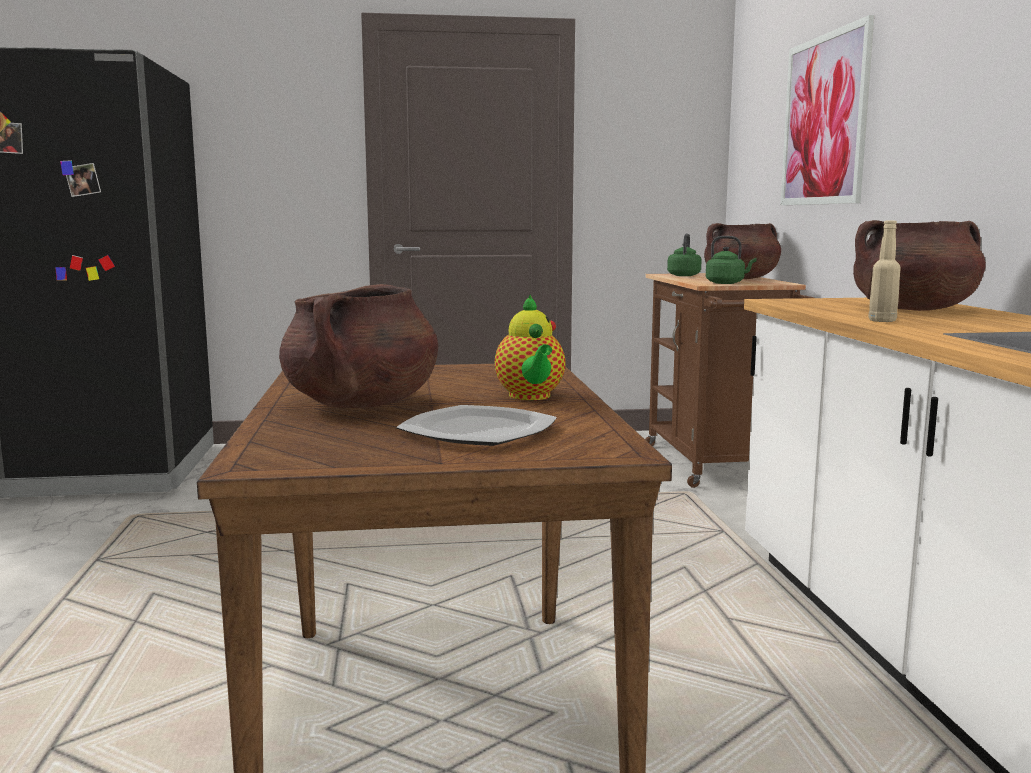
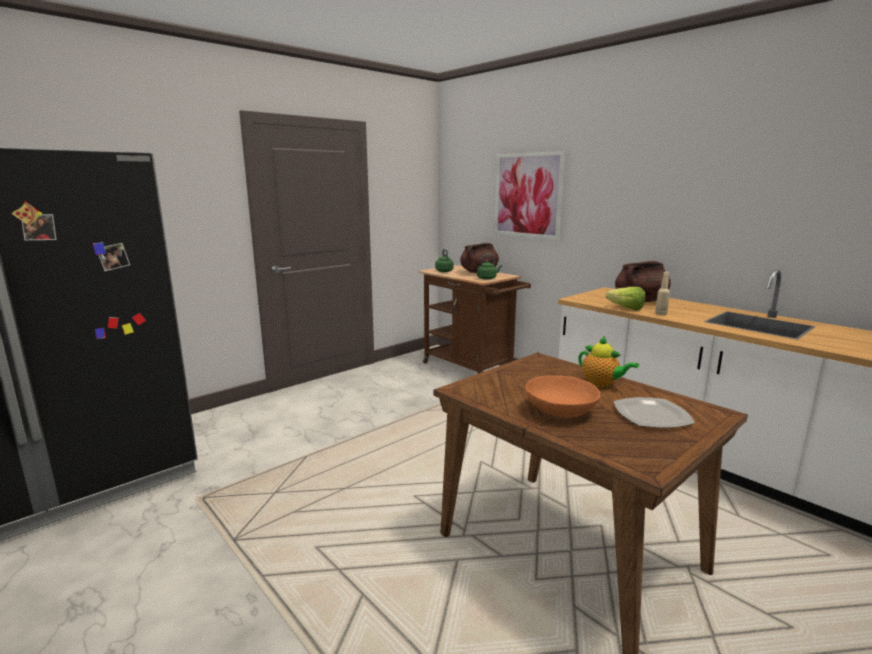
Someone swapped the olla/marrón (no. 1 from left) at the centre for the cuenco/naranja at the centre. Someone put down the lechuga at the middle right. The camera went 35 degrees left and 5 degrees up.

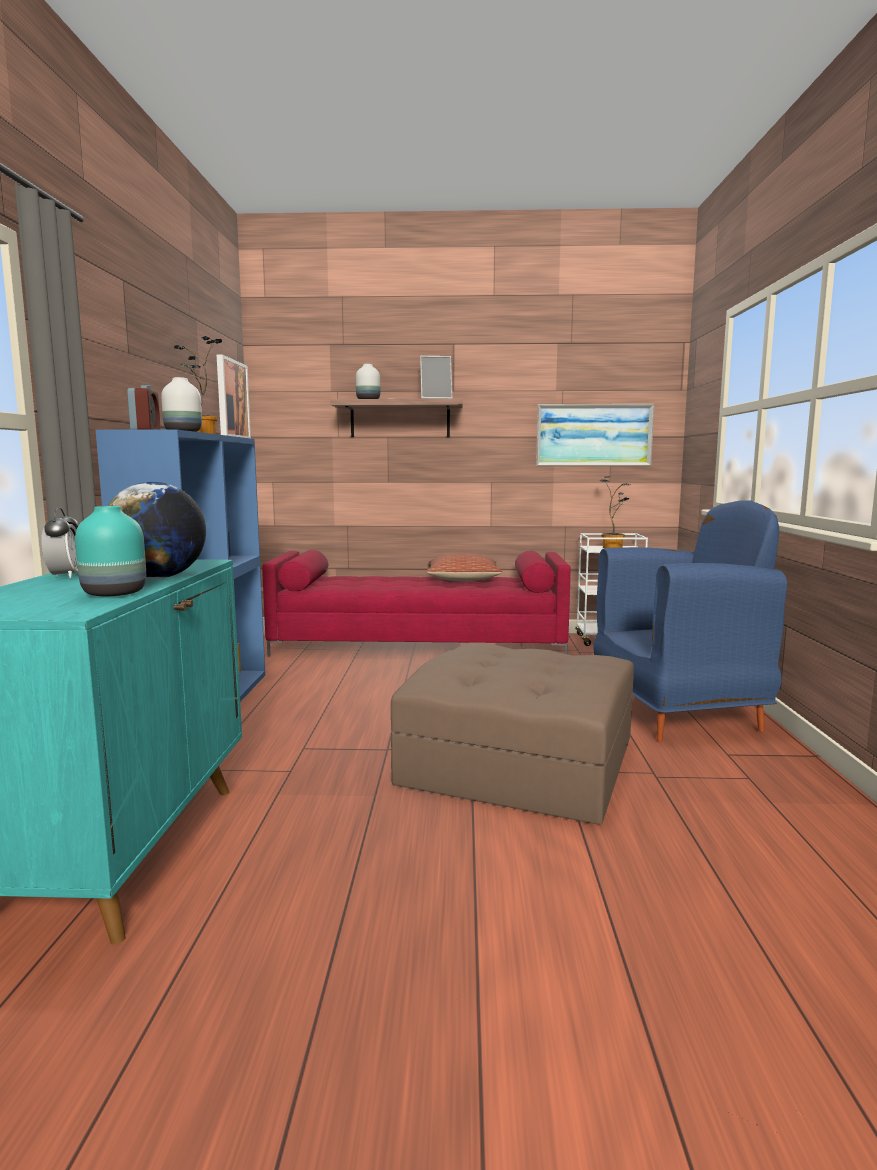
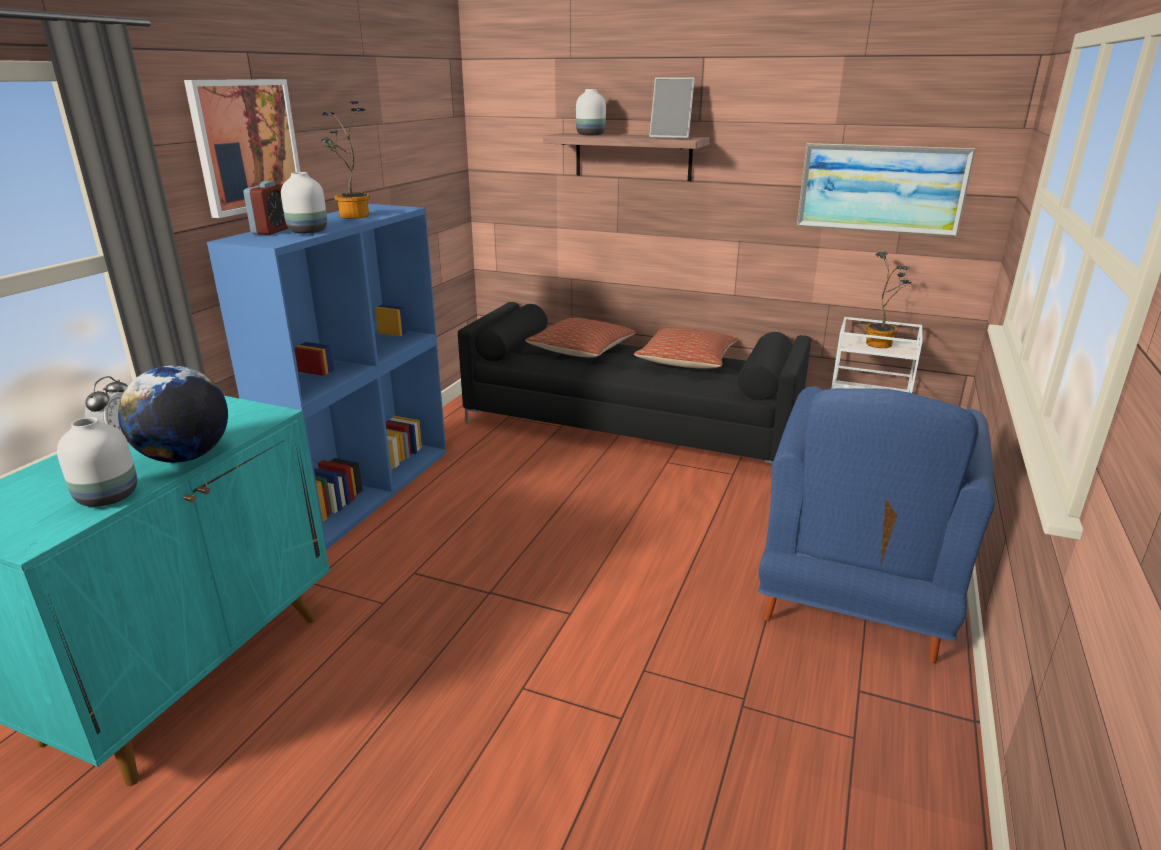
Someone repainted the florero/turquesa at the middle left, which became the florero/blanco (no. 1 from left) at the middle left. Someone carried the cuadro (no. 1 from left) from the middle left to the top left. Someone repainted the sofá/rojo at the centre, which became the sofá/negro at the centre. Someone took away the puf/marrón at the centre. Someone rotated the sillón/azul at the middle right by 105 degrees clockwise. Someone put down the cojín (no. 1 from left) at the centre. The camera went 20 degrees right and 15 degrees up.

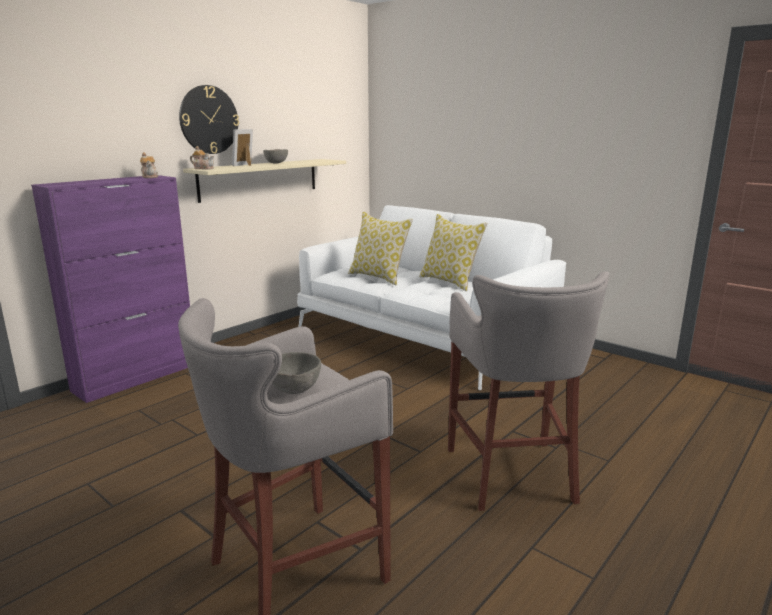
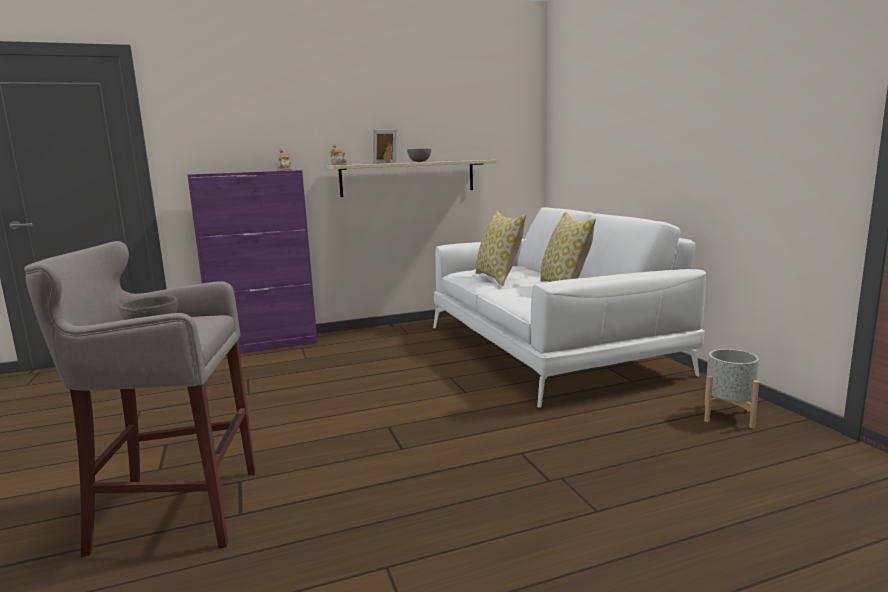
Someone took away the reloj de pared at the top left. Someone took away the taburete/gris (no. 2 from left) at the middle right. Someone put down the maceta/gris at the middle right. The camera went 30 degrees right and 5 degrees down.

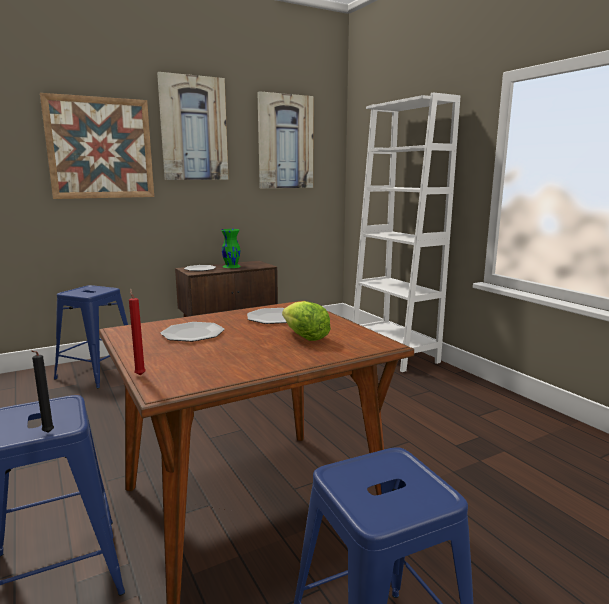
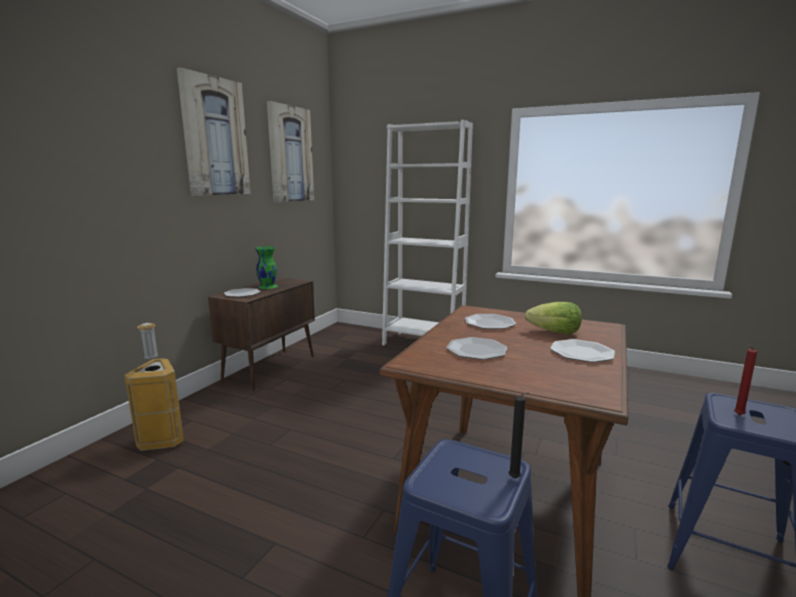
Someone took away the cuadro (no. 1 from left) at the top left. Someone swapped the taburete/azul (no. 2 from left) at the middle left for the papelera at the middle left. Someone carried the vela/rojo from the middle left to the middle right. Someone put down the plato (no. 4 from left) at the middle right. The camera went 35 degrees left and 0 degrees up.

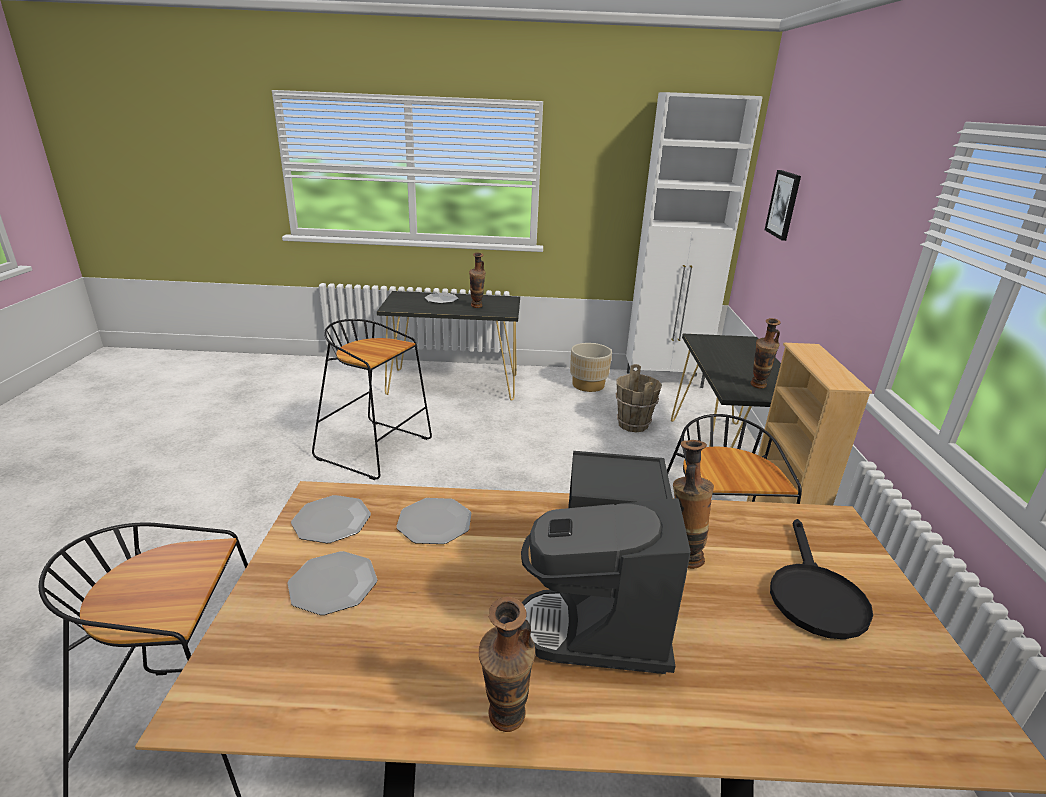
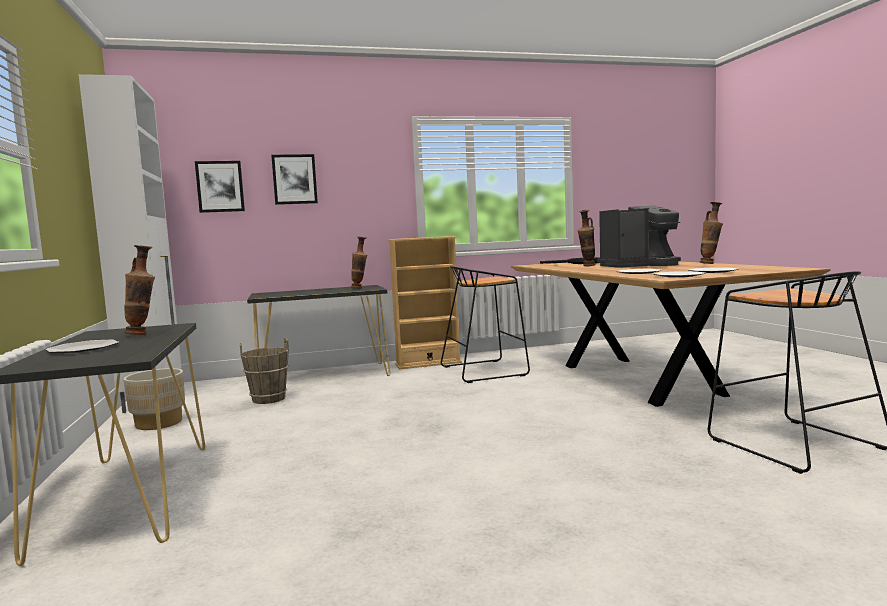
Someone took away the taburete/negro (no. 2 from left) at the centre. Someone put up the cuadro (no. 2 from left) at the top left. The camera went 105 degrees left and 20 degrees down.

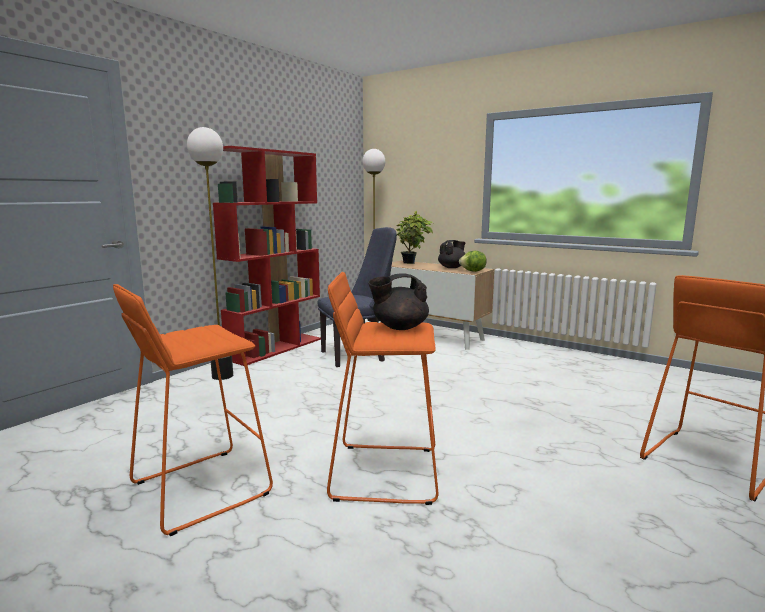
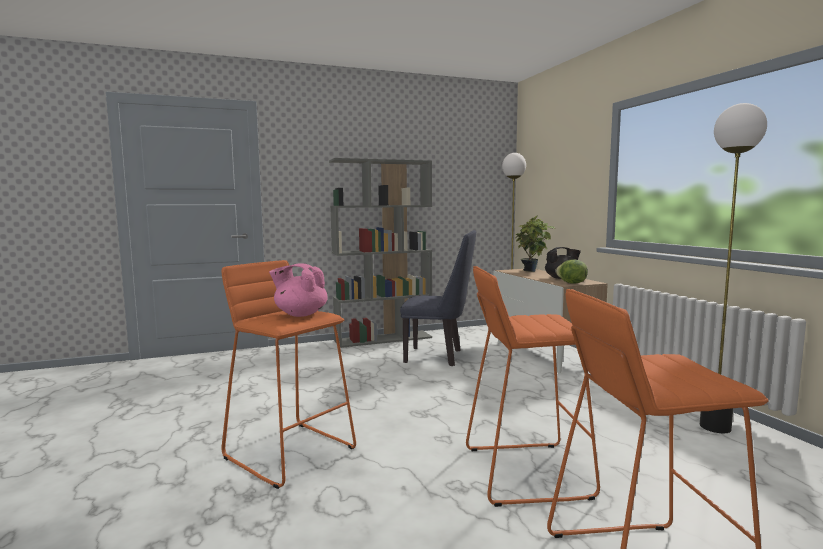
Someone carried the taburete/naranja (no. 1 from left in the first image) from the bottom left to the bottom centre. Someone carried the lámpara de pie (no. 1 from left in the first image) from the middle left to the middle right. Someone repainted the estantería/rojo at the centre, which became the estantería/gris at the centre. Someone repainted the tetera/negro (no. 1 from left) at the centre, which became the tetera/rosa at the centre. The camera went 35 degrees right and 5 degrees down.

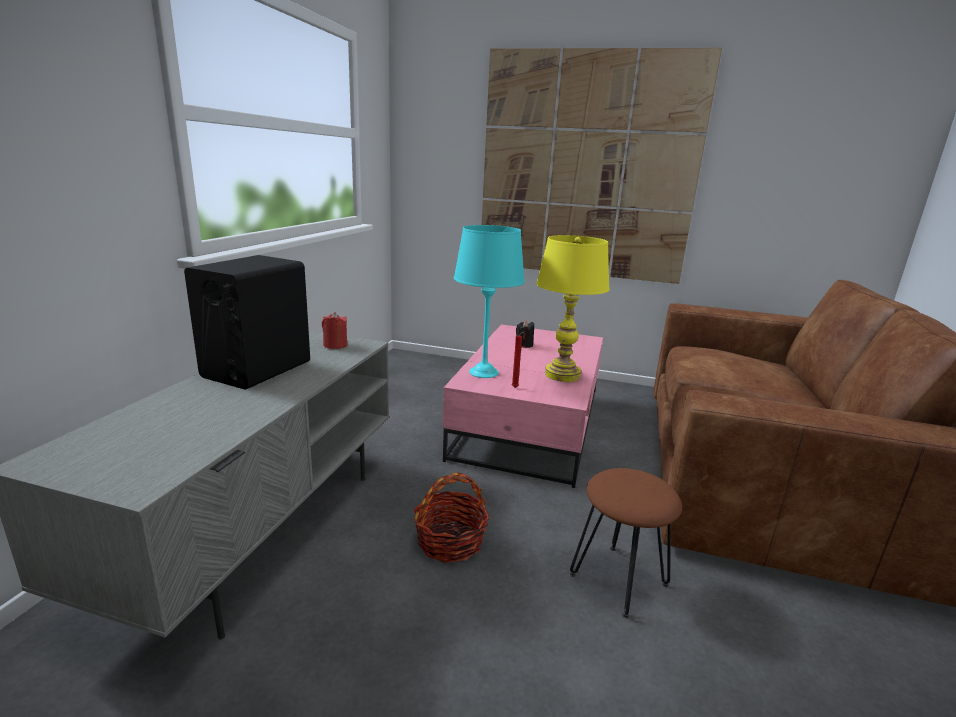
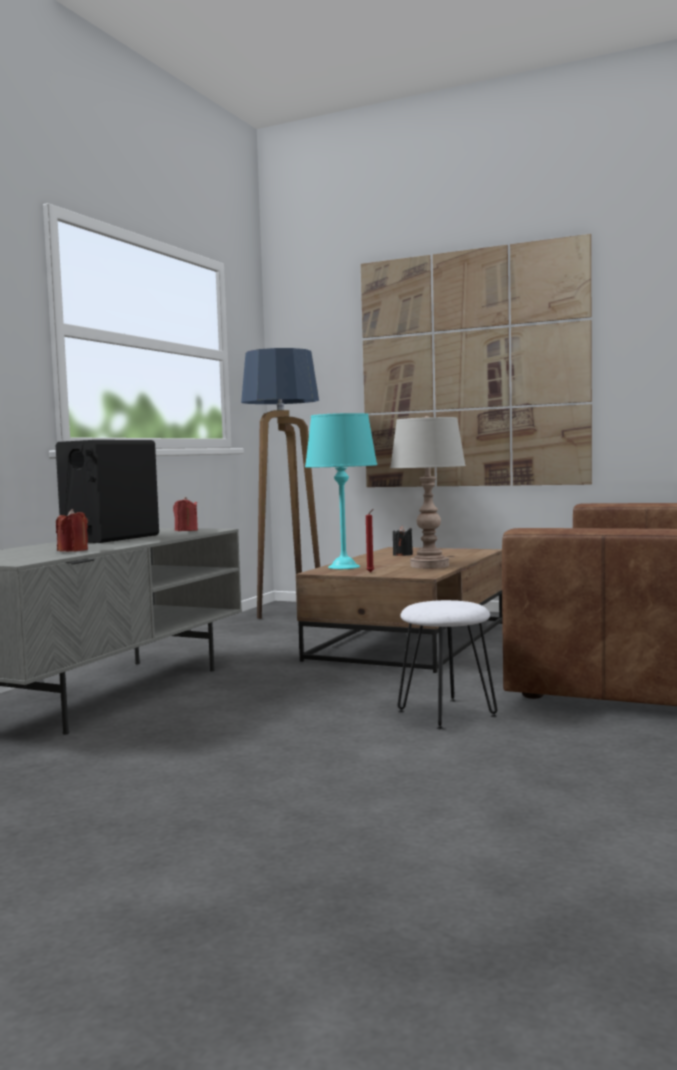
Someone took away the cesta at the bottom centre. Someone repainted the mesa de centro/rosa at the centre, which became the mesa de centro/marrón at the centre. Someone repainted the lámpara de mesa/amarillo at the centre, which became the lámpara de mesa/gris at the centre. Someone repainted the taburete/marrón at the bottom centre, which became the taburete/blanco at the centre. Someone put down the vela/rojo (no. 1 from left) at the middle left. Someone put down the lámpara de pie at the centre. The camera went 10 degrees right and 15 degrees down.

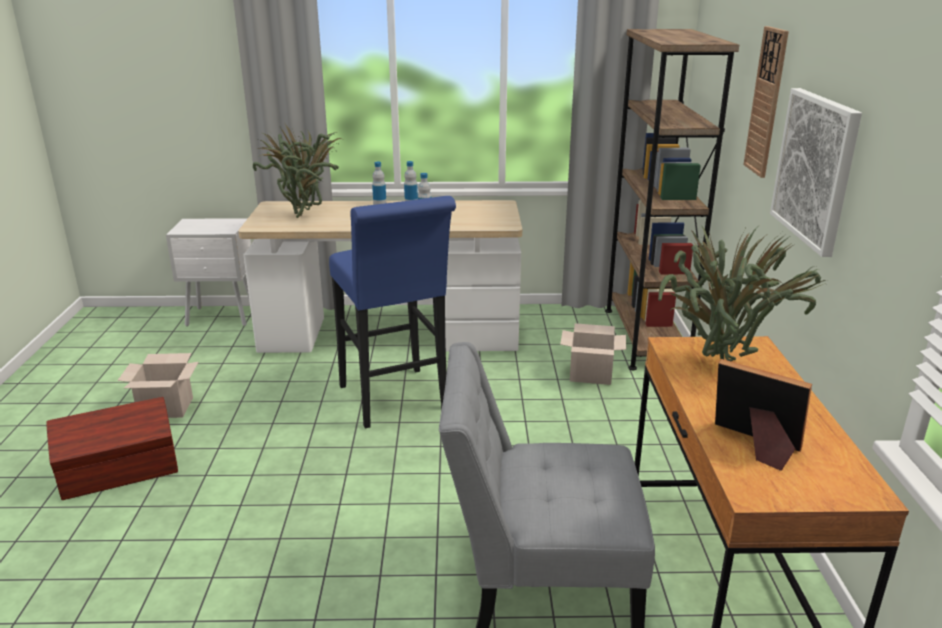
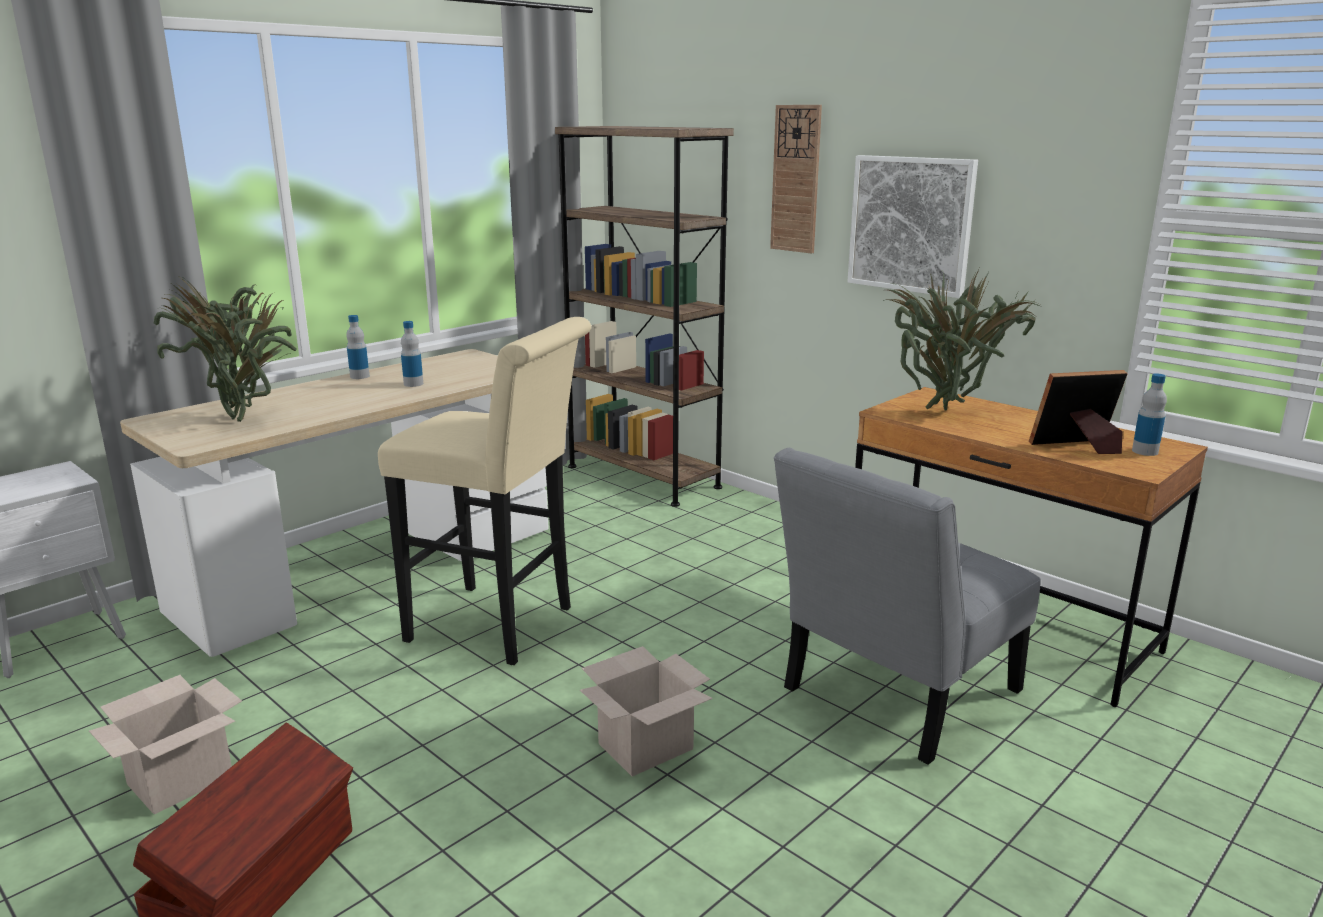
Someone repainted the taburete/azul at the centre, which became the taburete/beis at the centre. Someone carried the botella (no. 1 from left in the first image) from the top centre to the middle right. Someone carried the caja de cartón (no. 2 from left) from the centre to the bottom centre. The camera went 45 degrees left and 5 degrees down.

